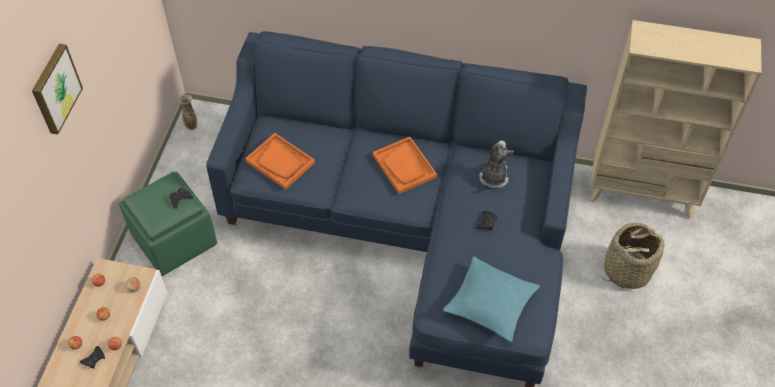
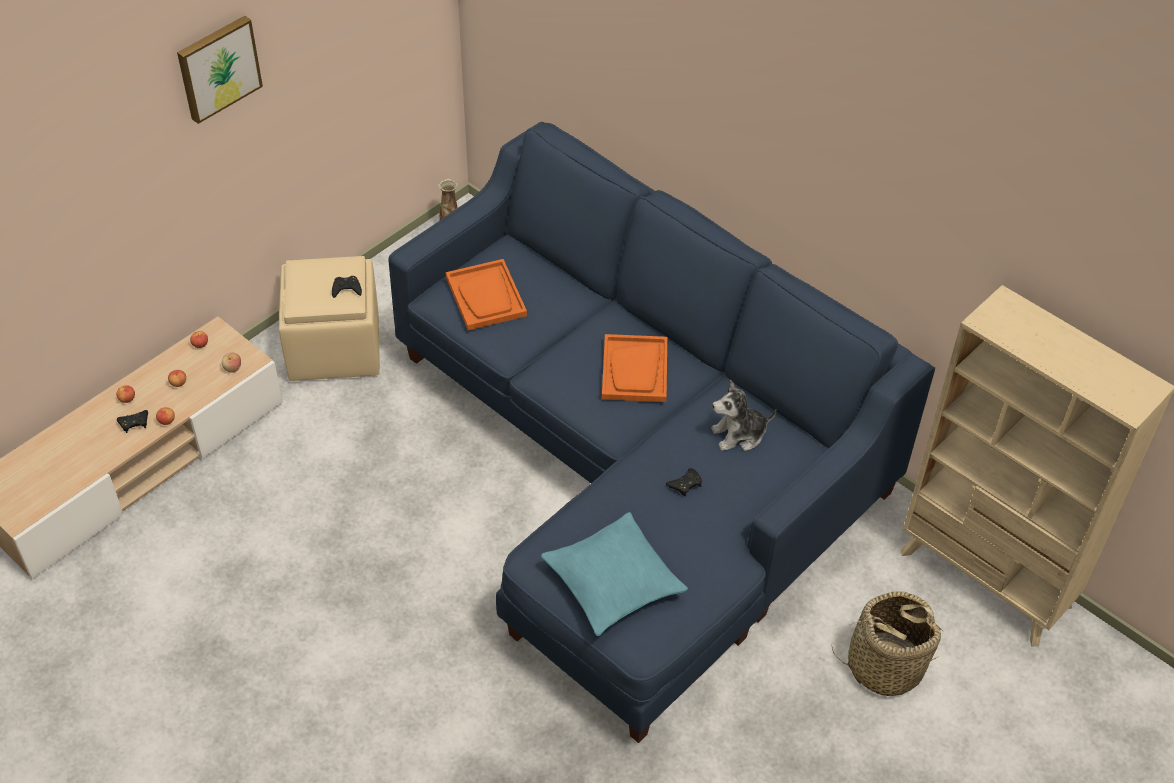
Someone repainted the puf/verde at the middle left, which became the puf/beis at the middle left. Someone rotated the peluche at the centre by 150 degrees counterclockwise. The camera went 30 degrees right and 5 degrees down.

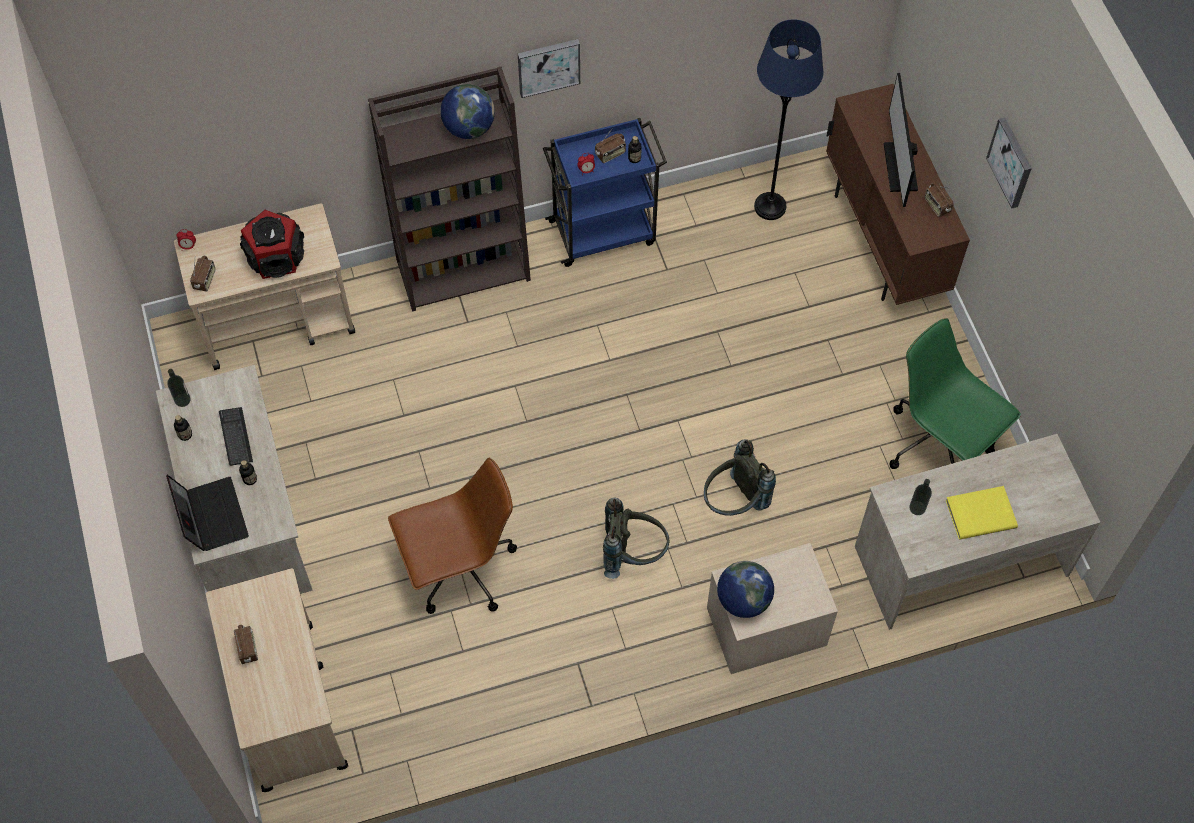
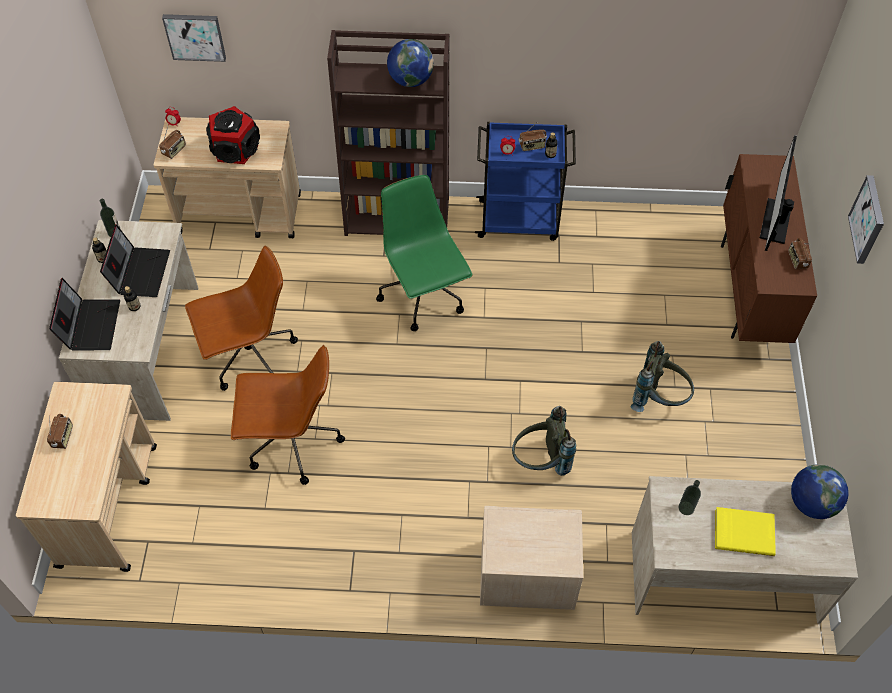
Someone swapped the teclado at the middle left for the portátil (no. 2 from left) at the middle left. Someone carried the cuadro (no. 1 from left) from the top centre to the top left. Someone carried the mochila/gris (no. 1 from left in the first image) from the centre to the middle right. Someone carried the globo terráqueo (no. 2 from left) from the bottom centre to the bottom right. Someone took away the lámpara de pie/azul at the top centre. Someone carried the silla de oficina/verde from the middle right to the centre. Someone put down the silla de oficina/marrón (no. 1 from left) at the middle left. The camera went 20 degrees right and 5 degrees down.

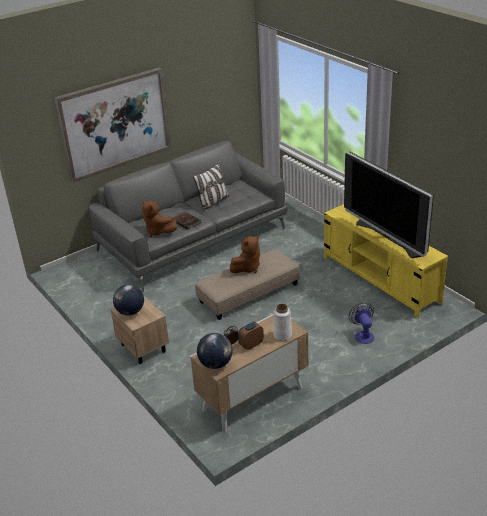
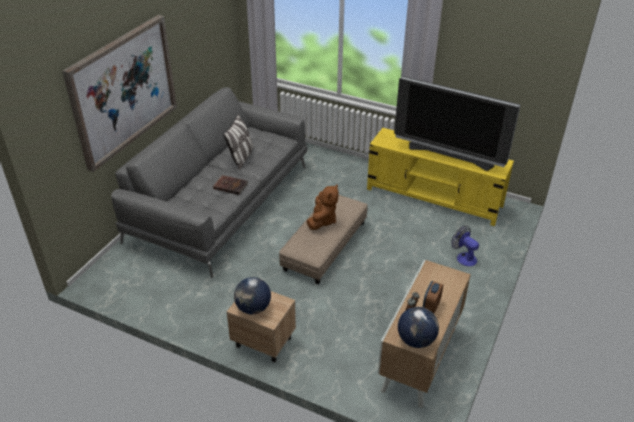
Someone took away the peluche/marrón (no. 1 from left) at the middle left. Someone took away the florero/blanco at the centre. The camera went 30 degrees left and 5 degrees up.

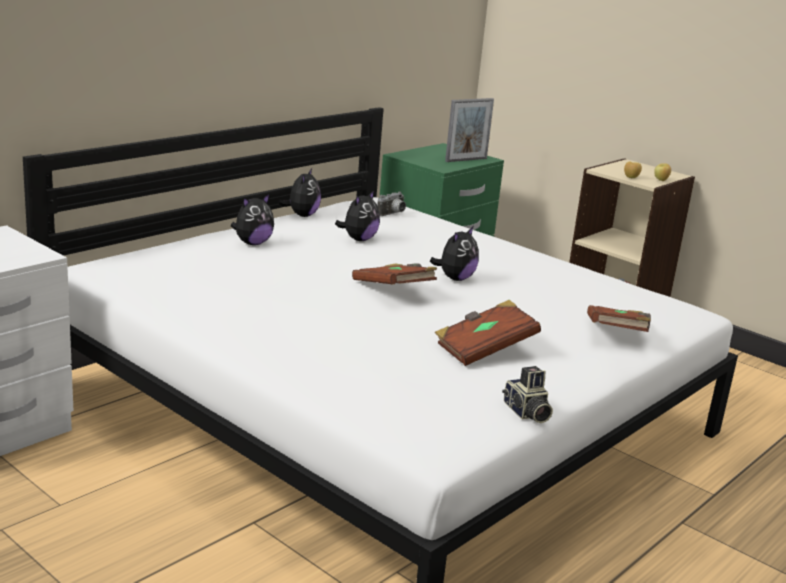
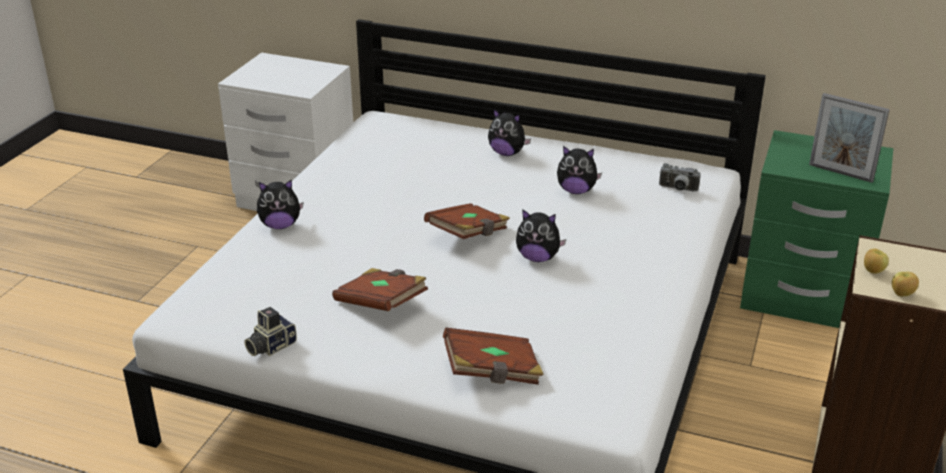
Someone carried the peluche (no. 2 from left in the first image) from the top centre to the middle left. The camera went 70 degrees right and 10 degrees up.

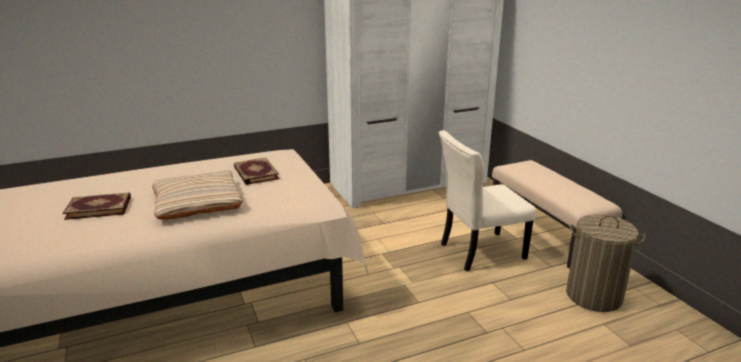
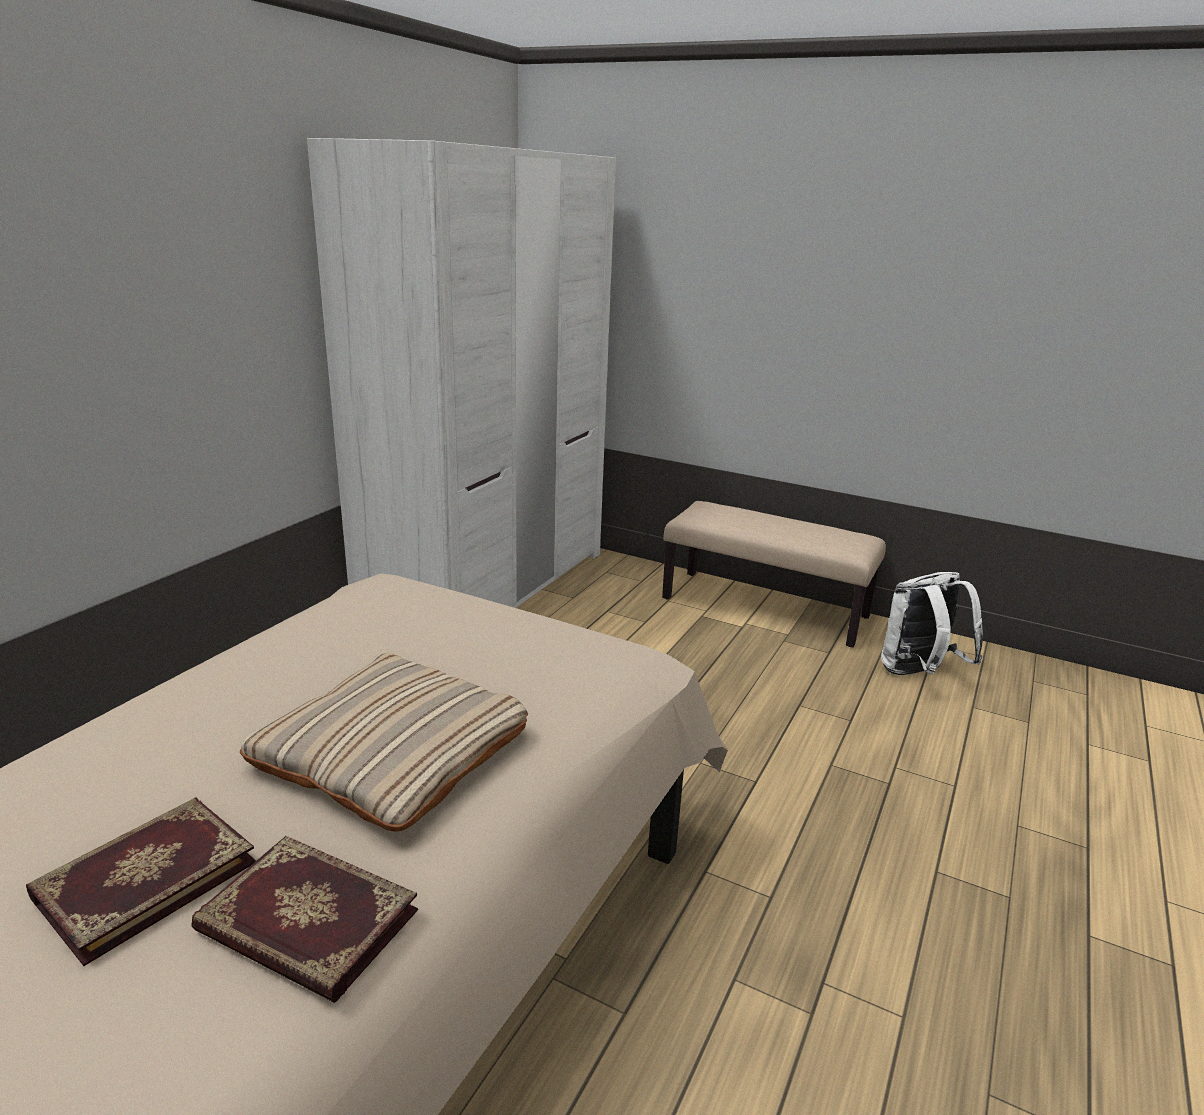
Someone carried the libro (no. 2 from left) from the centre to the bottom left. Someone took away the silla/beis at the centre. Someone swapped the cesto de la ropa at the bottom right for the mochila/blanco at the middle right. The camera went 40 degrees left and 0 degrees up.

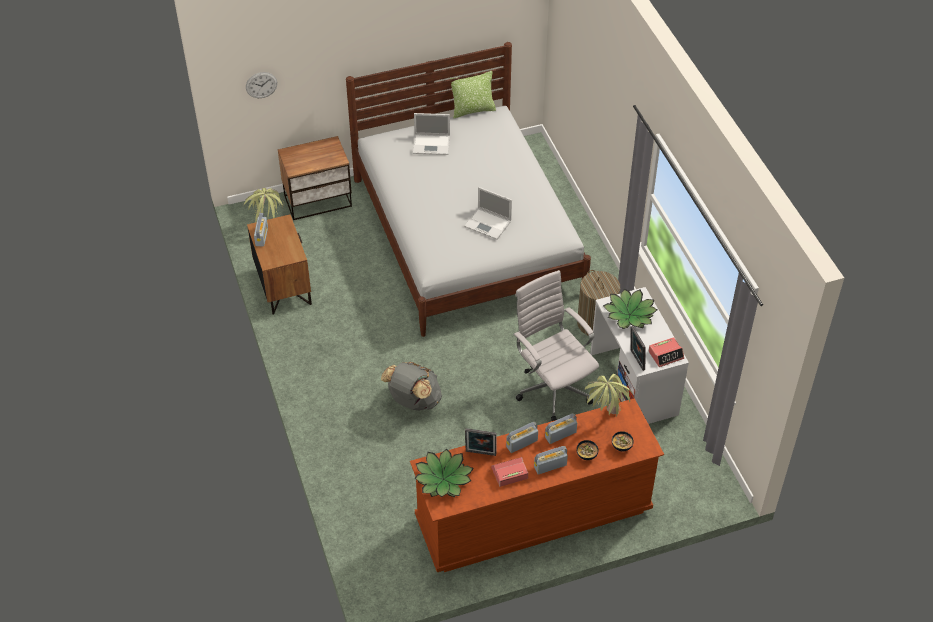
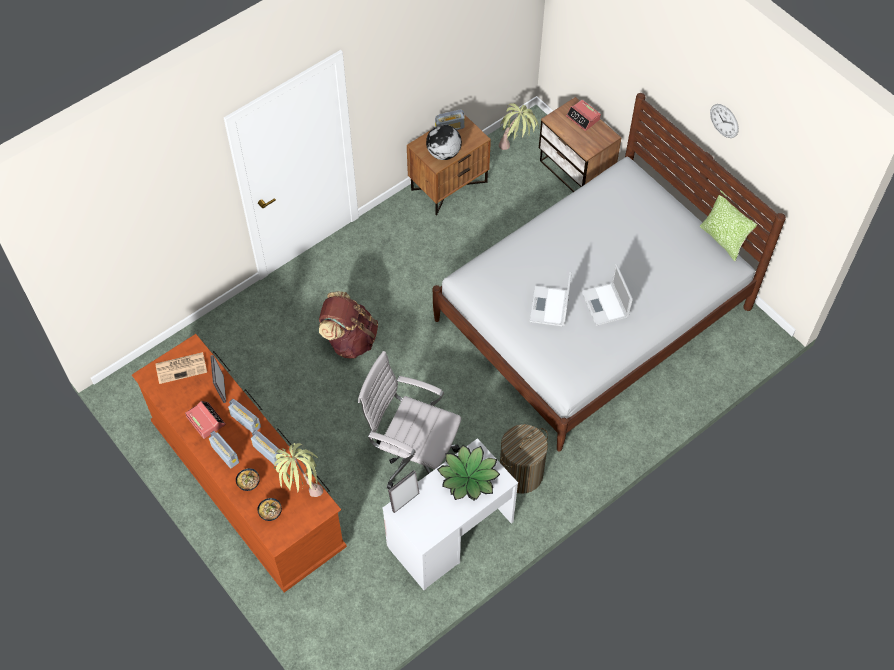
Someone carried the reloj de pared from the top left to the top right. Someone repainted the mochila/gris at the centre, which became the mochila/marrón at the centre. Someone carried the portátil (no. 1 from left in the first image) from the top centre to the middle right. Someone swapped the planta en maceta (no. 2 from left) at the bottom centre for the periódico at the middle left. Someone rotated the silla de oficina/blanco at the centre by 105 degrees counterclockwise. Someone carried the despertador (no. 2 from left) from the middle right to the top centre. Someone put down the globo terráqueo at the top centre. The camera went 70 degrees right and 10 degrees up.

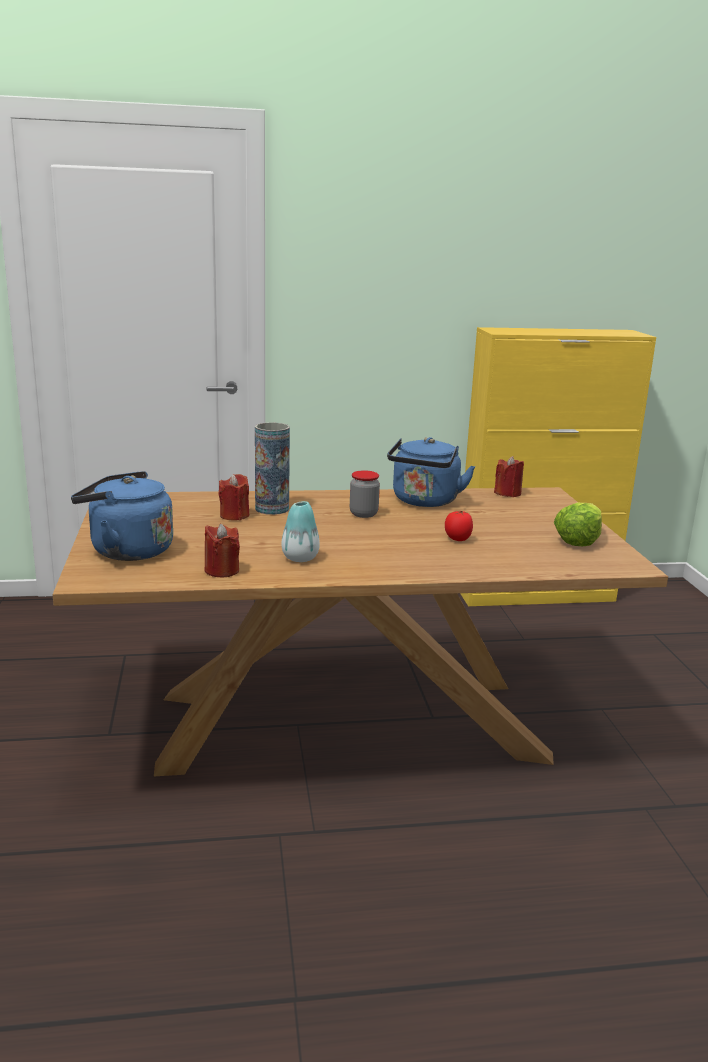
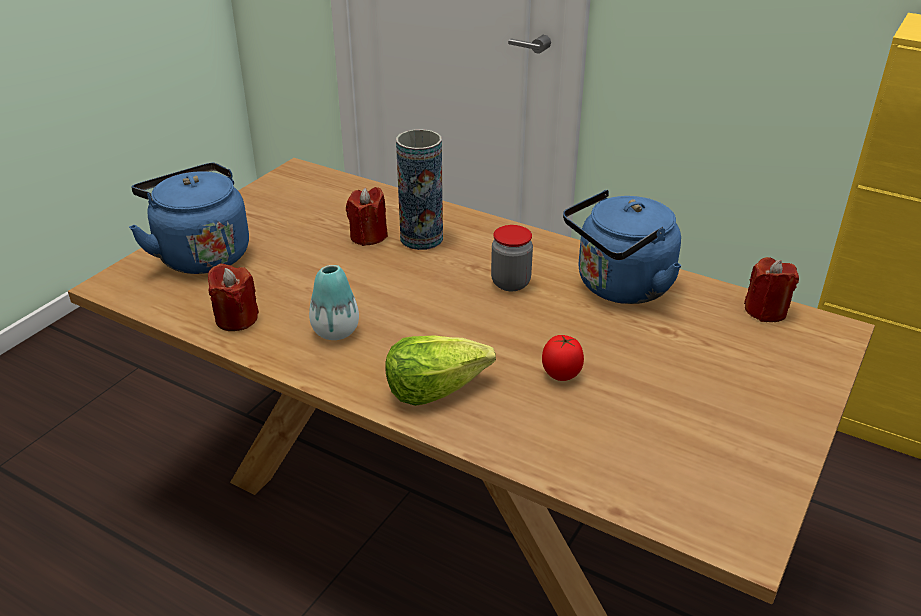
Someone carried the lechuga from the middle right to the centre. The camera went 40 degrees right and 15 degrees up.

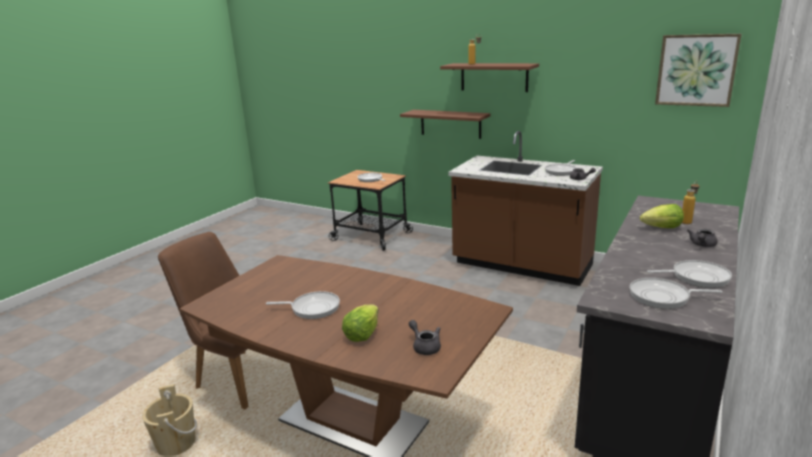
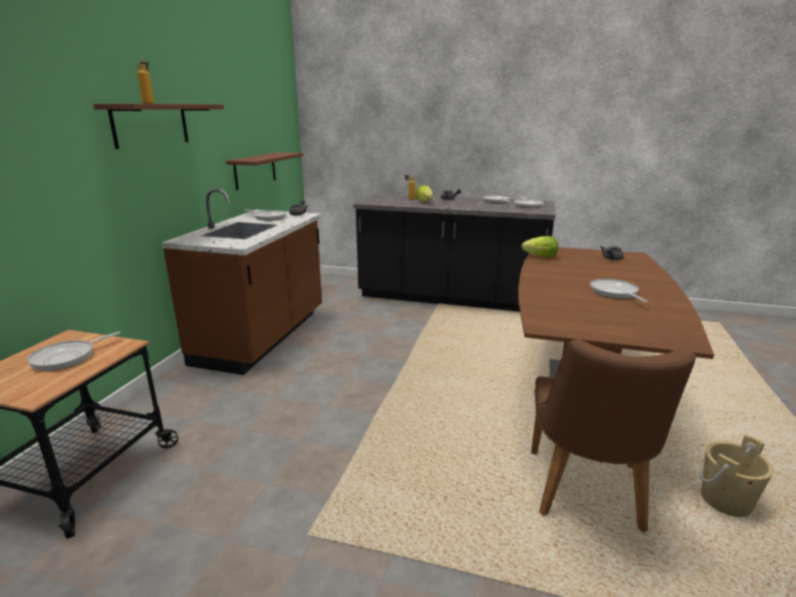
Someone carried the lechuga (no. 1 from left in the first image) from the bottom centre to the middle right. Someone carried the estante/marrón (no. 1 from left in the first image) from the top centre to the top left. Someone took away the cuadro at the top right. The camera went 105 degrees left and 0 degrees up.

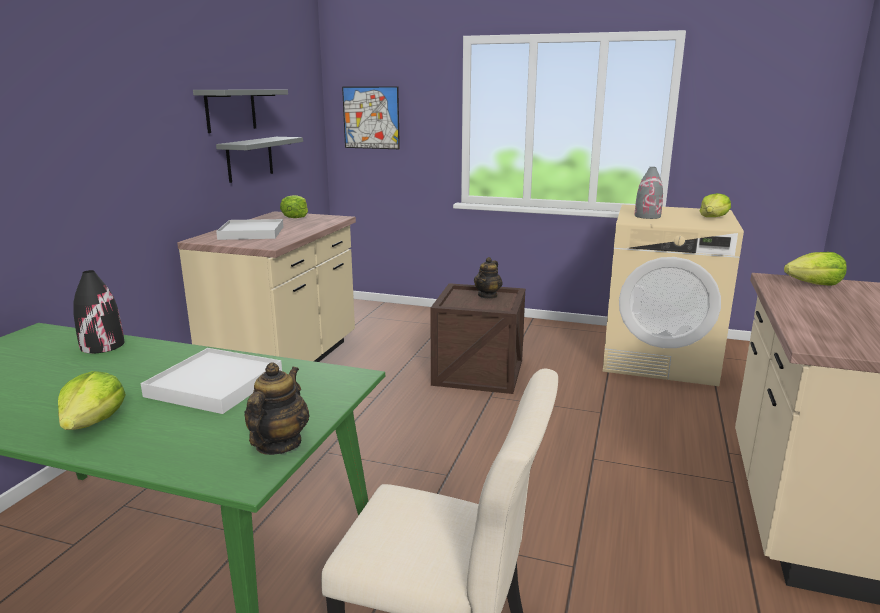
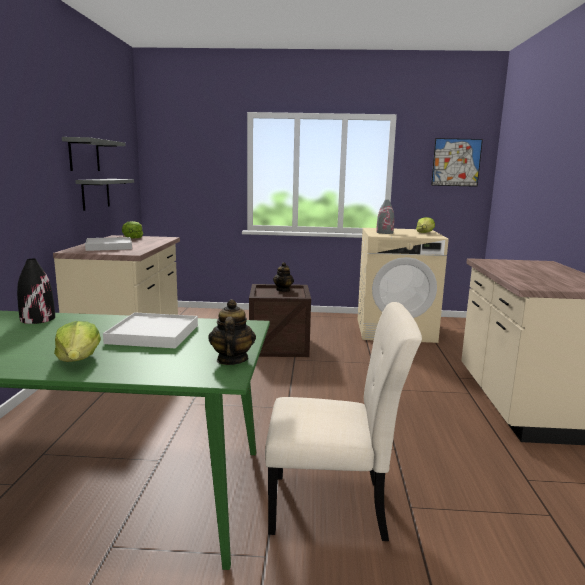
Someone carried the cuadro from the top centre to the top right. Someone took away the lechuga (no. 4 from left) at the middle right. The camera went 15 degrees left and 5 degrees down.

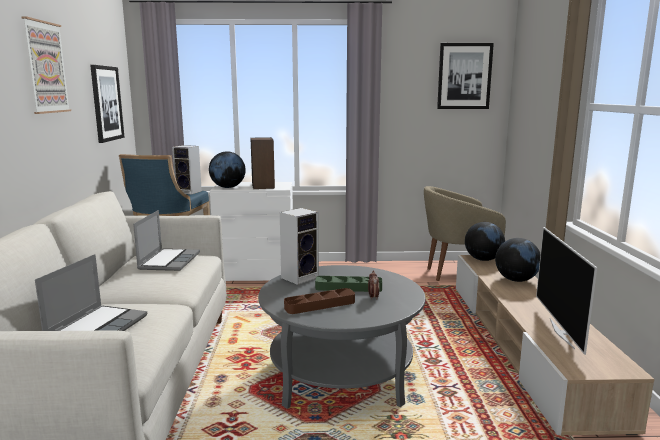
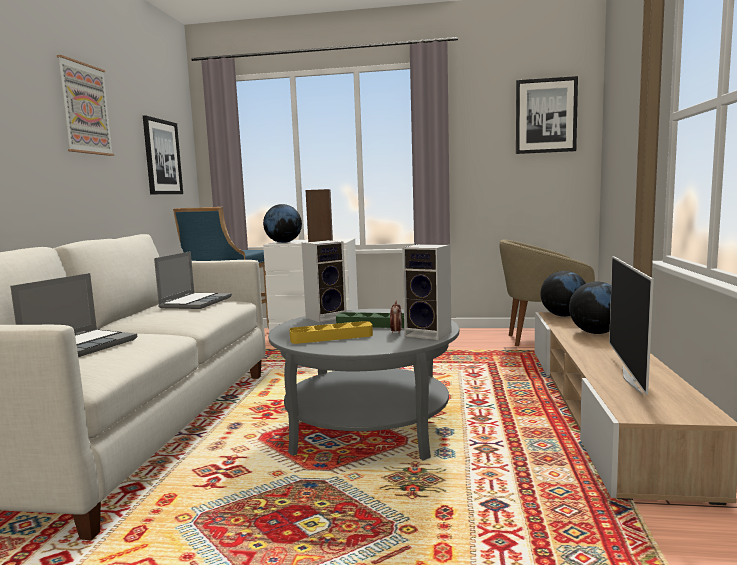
Someone carried the altavoz (no. 1 from left in the first image) from the middle left to the centre. Someone repainted the bandeja/marrón at the bottom centre, which became the bandeja/amarillo at the centre. The camera went 10 degrees right and 5 degrees down.

